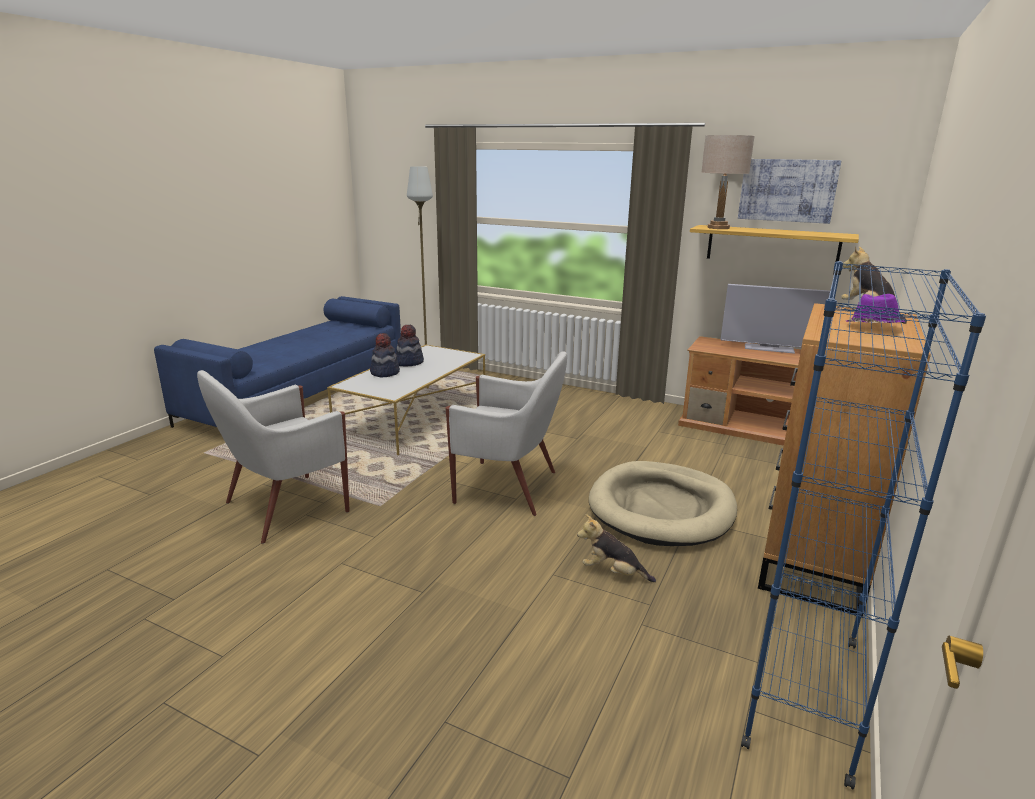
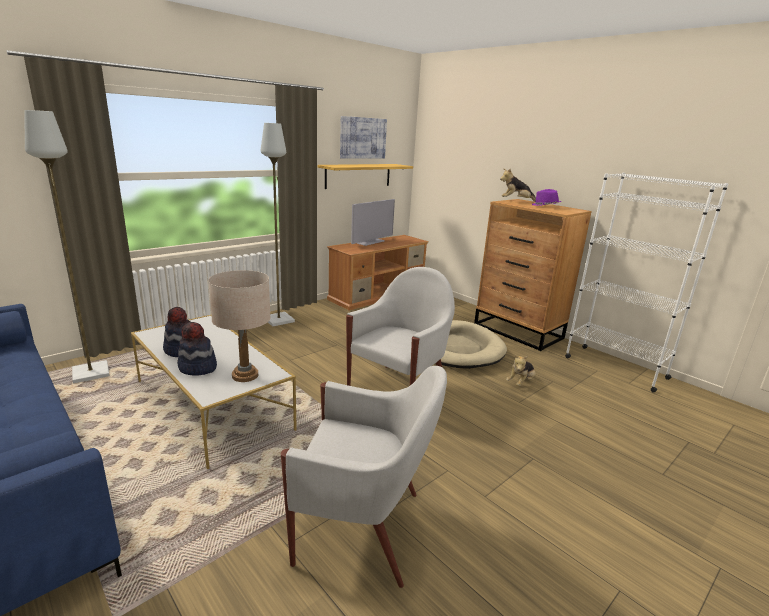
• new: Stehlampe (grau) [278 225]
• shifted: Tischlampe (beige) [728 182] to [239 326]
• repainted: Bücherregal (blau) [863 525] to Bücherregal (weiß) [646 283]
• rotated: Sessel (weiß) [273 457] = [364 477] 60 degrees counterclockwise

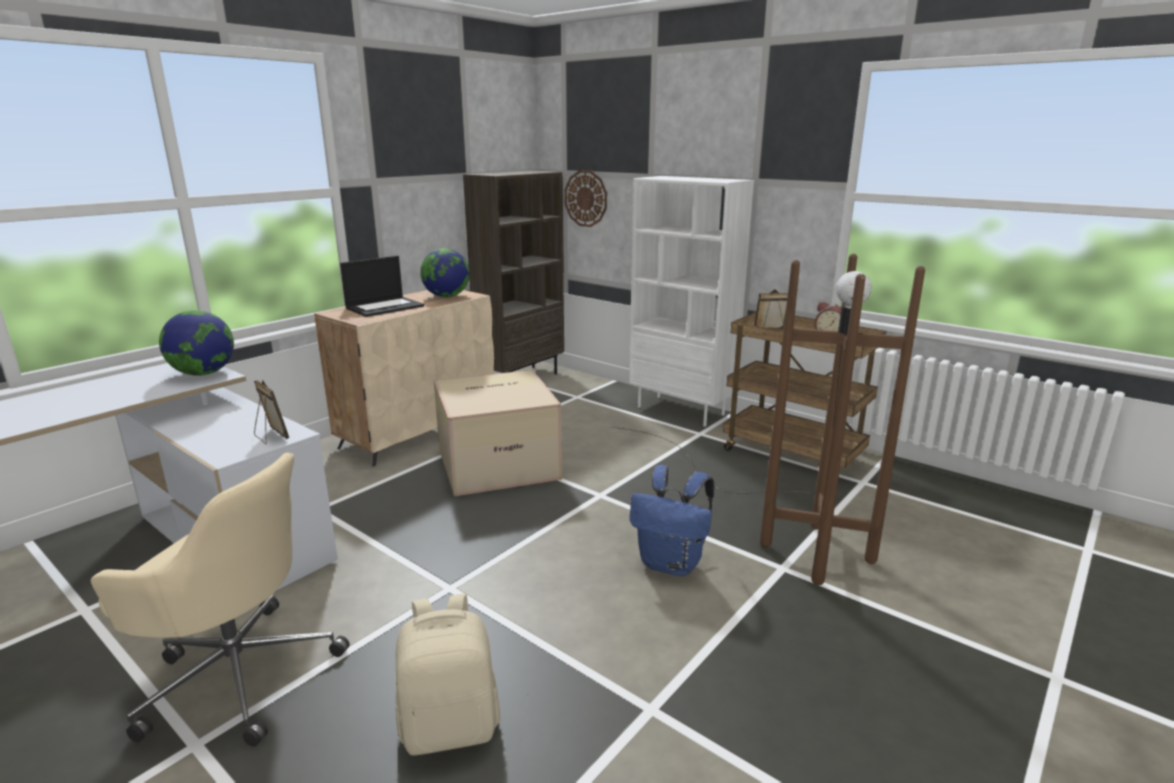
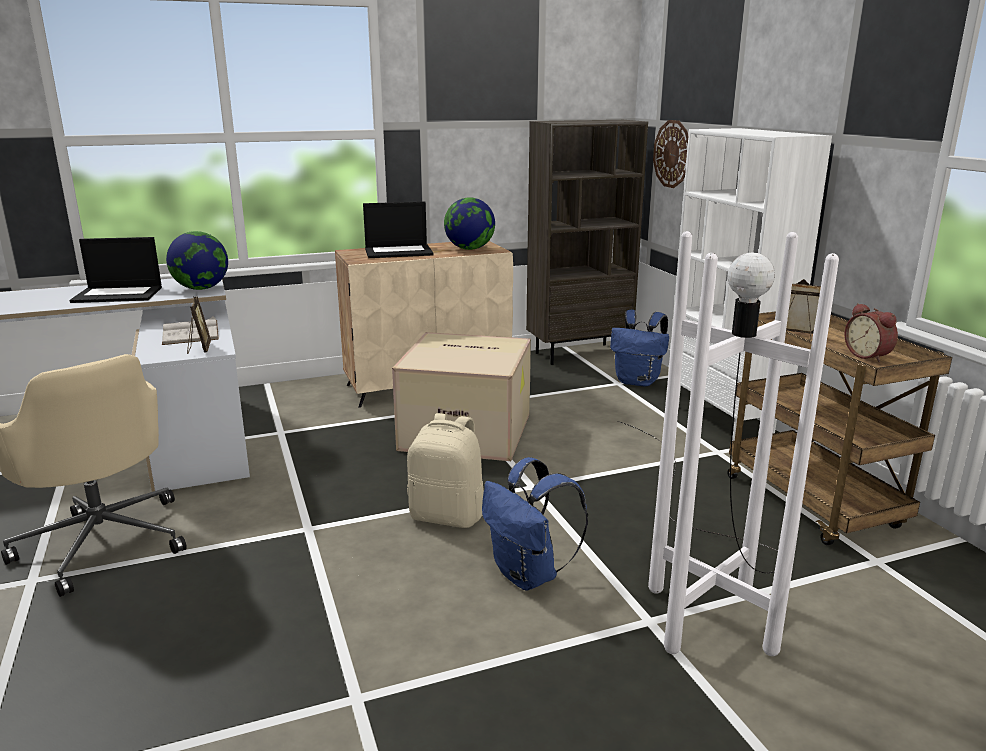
• new: Laptop [116 270]
• new: Buch (weiß) [190 330]
• new: Rucksack (blau) [639 348]
• shifted: Rucksack (beige) [448 674] to [445 470]
• repainted: Stehlampe (braun) [768 419] to Stehlampe (weiß) [728 443]

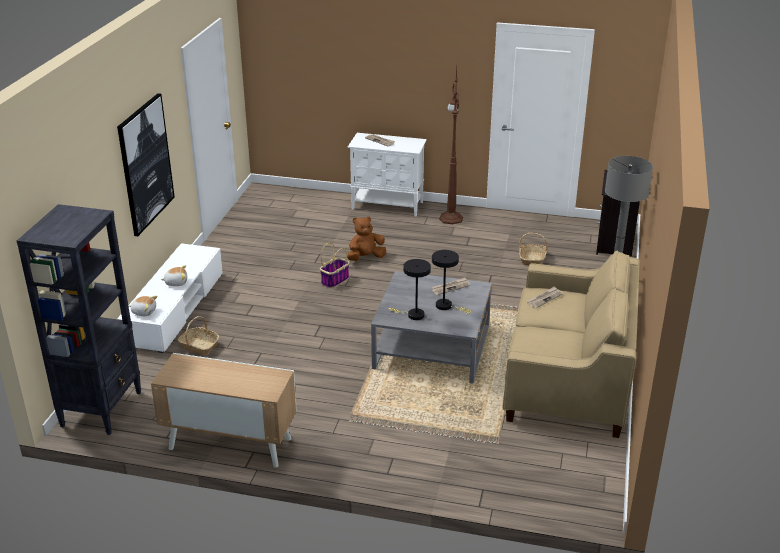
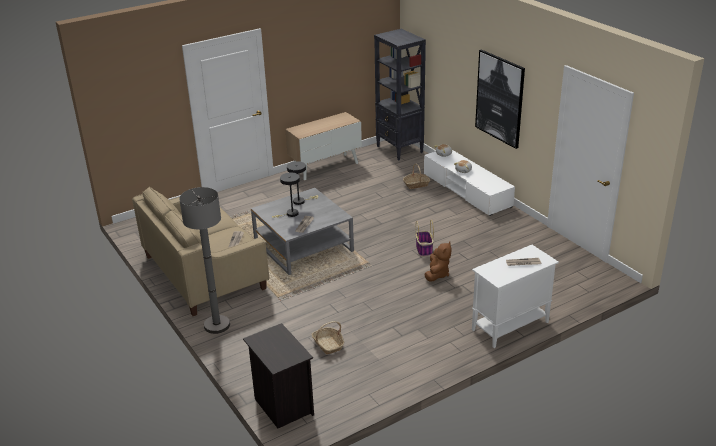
• gone: Stehlampe (braun) [451 146]

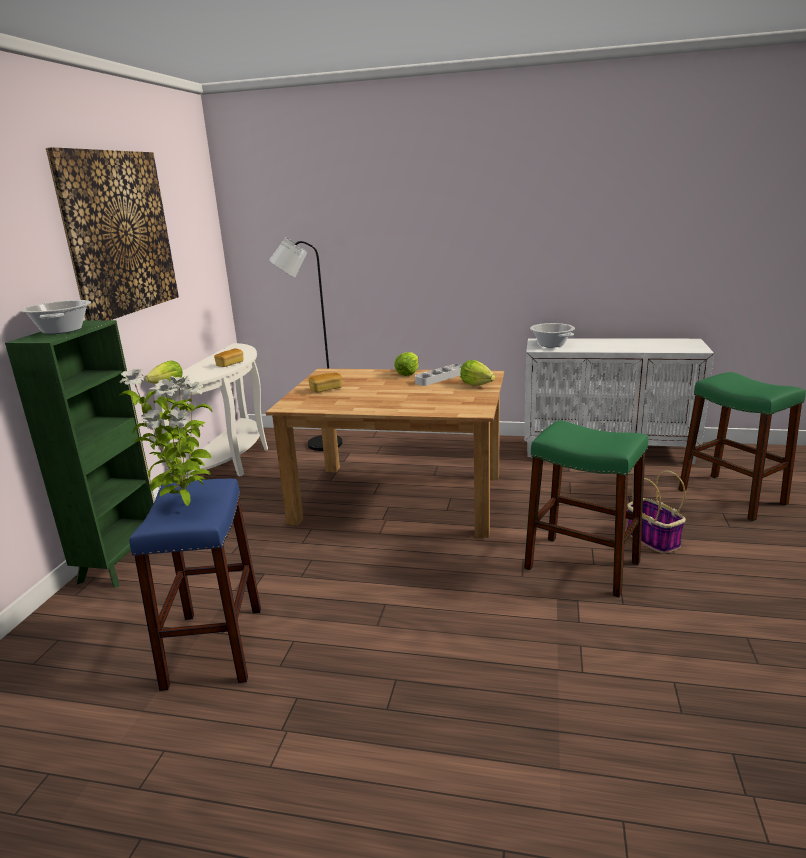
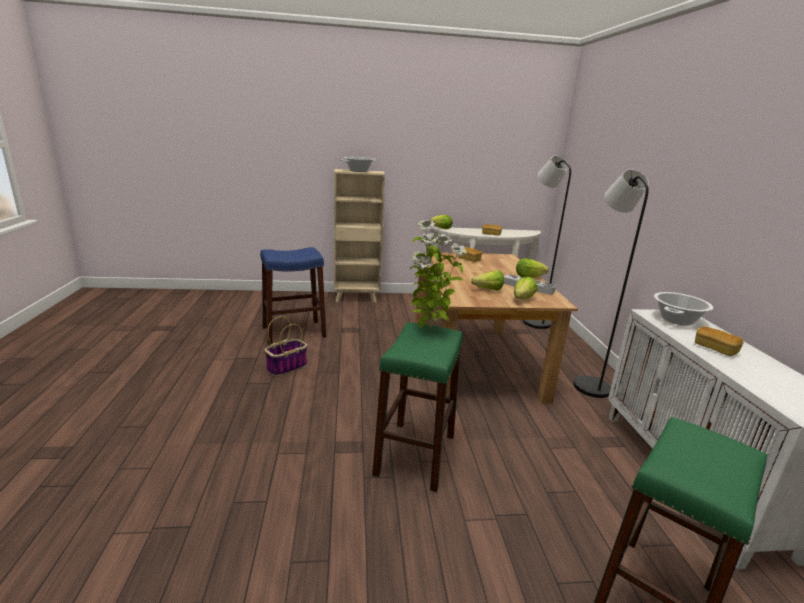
• gone: Bild [112 233]
• new: Salatkopf [487 280]
• new: Stehlampe (schwarz) [611 284]
• new: Brot [719 341]
• shifted: Topfpflanze [166 437] to [438 274]
• shifted: Korb [656 512] to [286 346]
• repainted: Bücherregal (grün) [80 454] to Bücherregal (beige) [359 236]

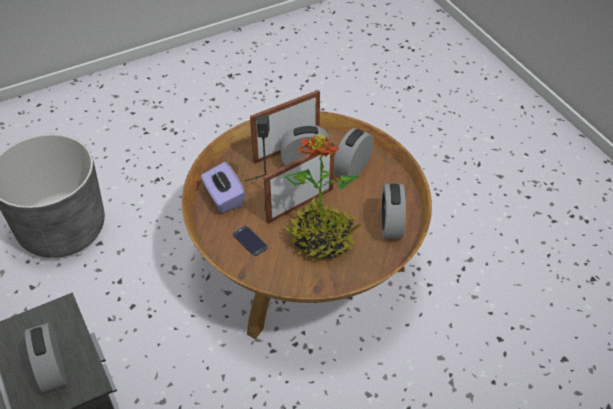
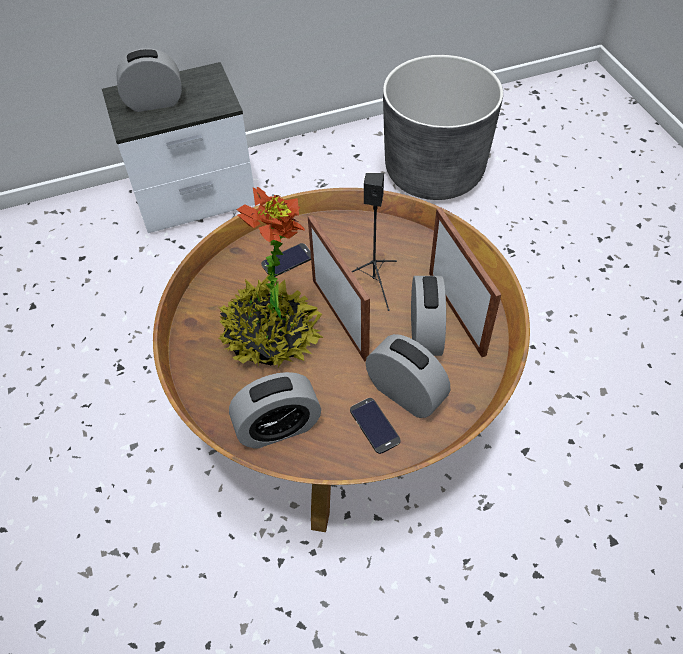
• gone: Taschentuchbox (lila) [223 187]
• new: Handy [375 426]
• rotated: Wecker [393 211] = [275 410] 150 degrees clockwise

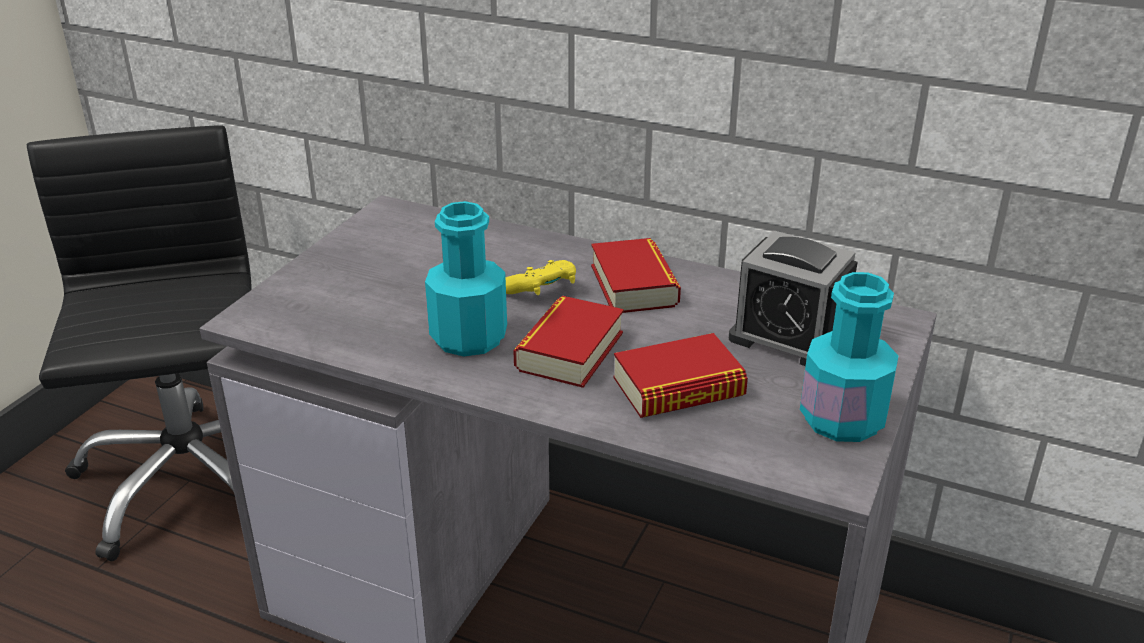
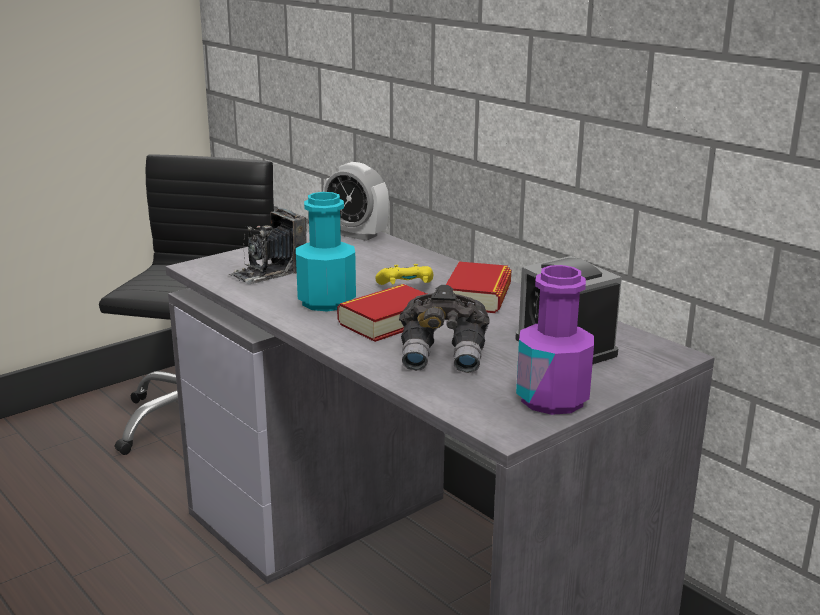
• new: Kamera [267 246]
• new: Wecker [356 201]
• swapped: Buch [680 375] to Fernglas (grau) [444 329]
• repainted: Flasche (türkis) [849 357] to Flasche (lila) [555 340]

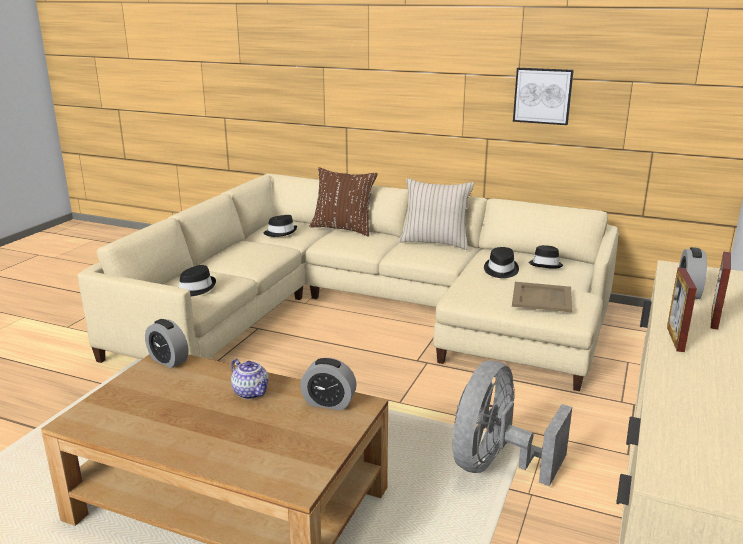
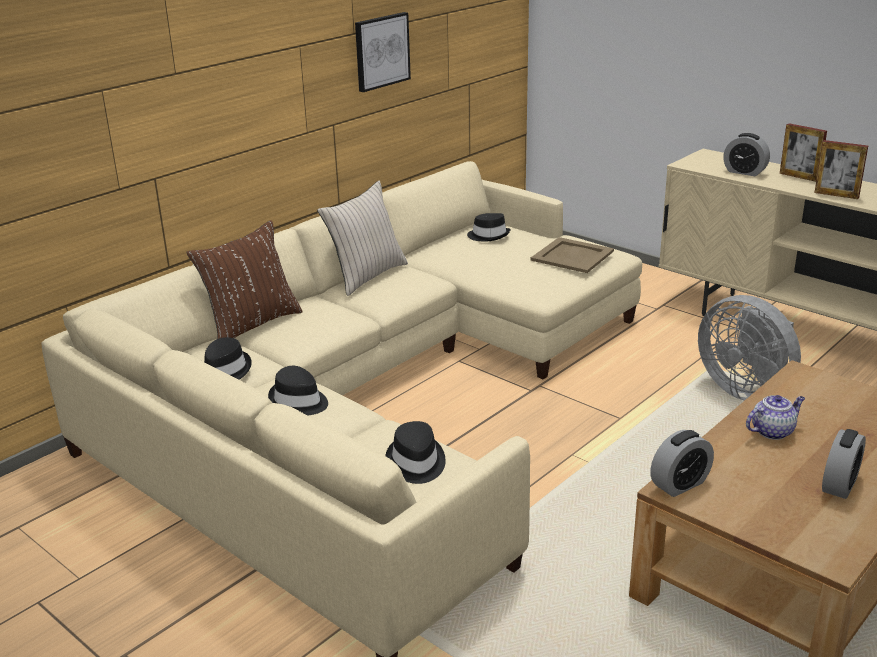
• shifted: Wecker [328 384] to [844 464]
• shifted: Hut (schwarz) [501 262] to [298 391]

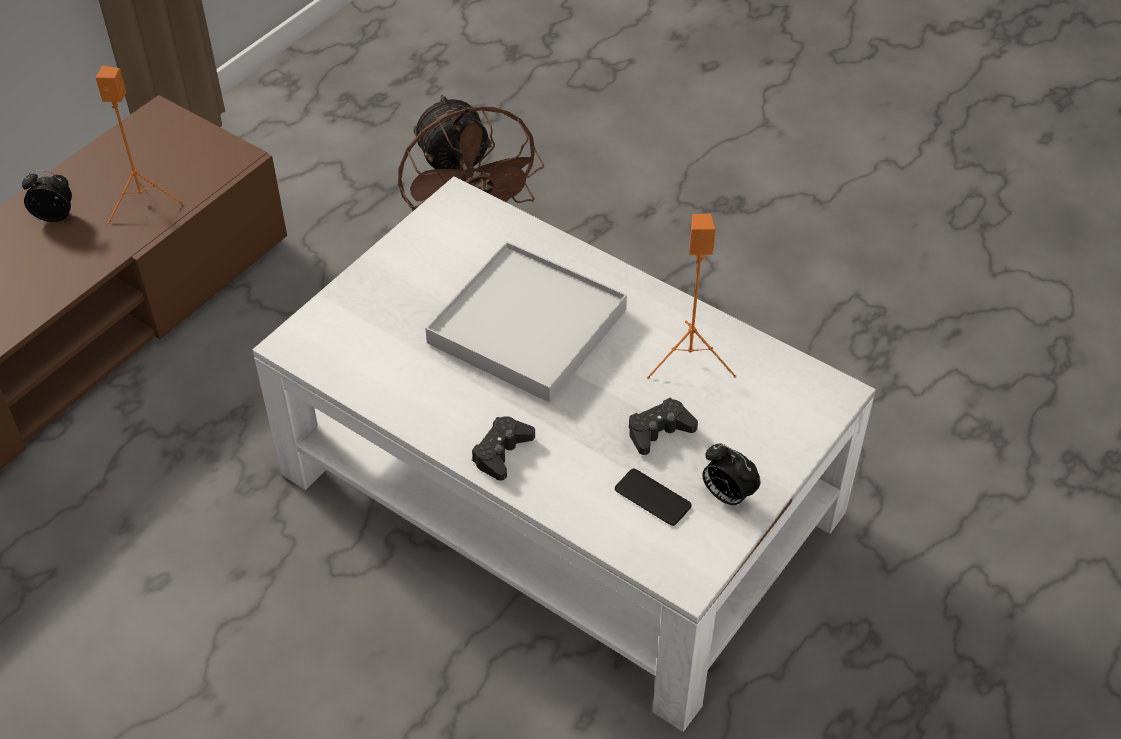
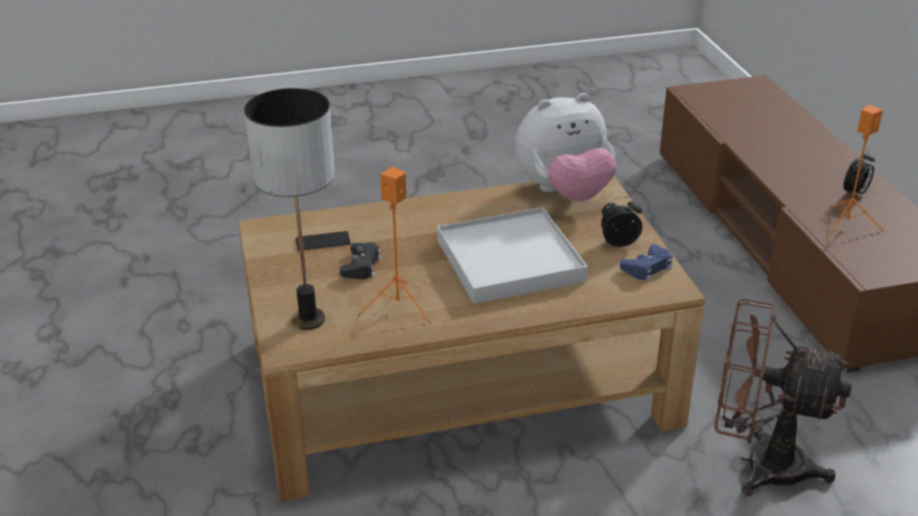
• gone: Gamepad (schwarz) [503 448]
• new: Tischlampe [289 209]
• new: Plüschtier [565 147]
• new: Gamepad (blau) [646 263]
• shifted: Wecker [731 475] to [621 222]
• repainted: Couchtisch (weiß) [564 454] to Couchtisch (braun) [471 339]

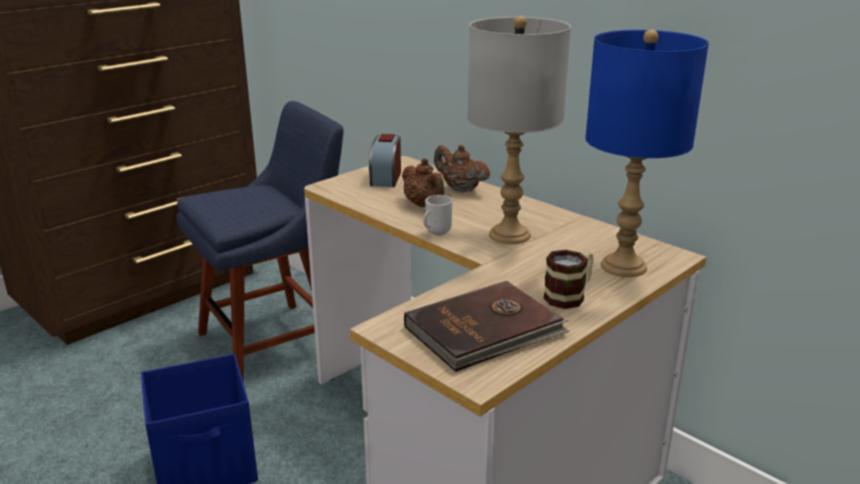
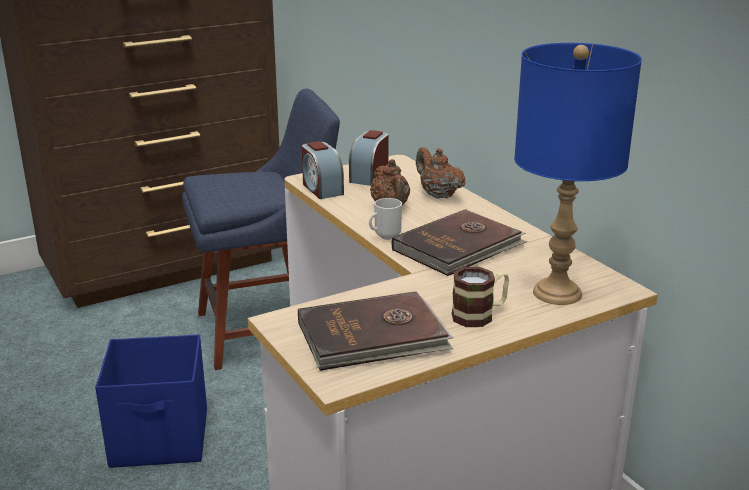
• new: Wecker [323 170]
• swapped: Tischlampe (grau) [519 129] to Buch (braun) [459 242]

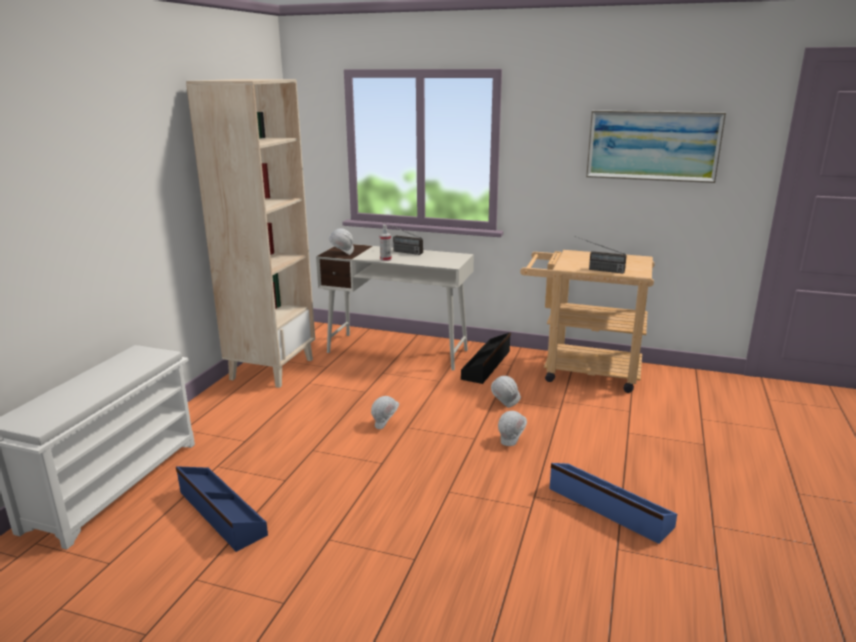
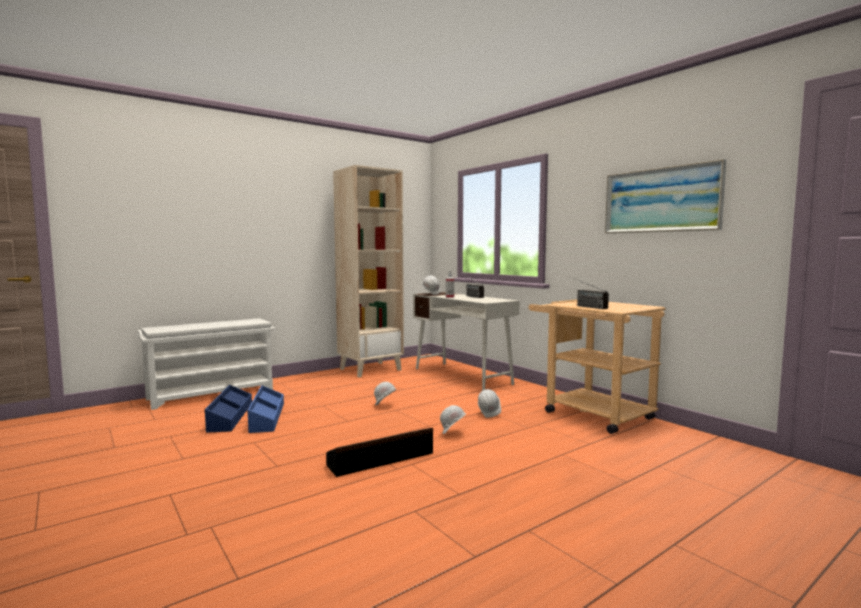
• shifted: Aufbewahrungsbox (schwarz) [486 358] to [379 452]
• shifted: Aufbewahrungsbox (blau) [613 503] to [265 409]

